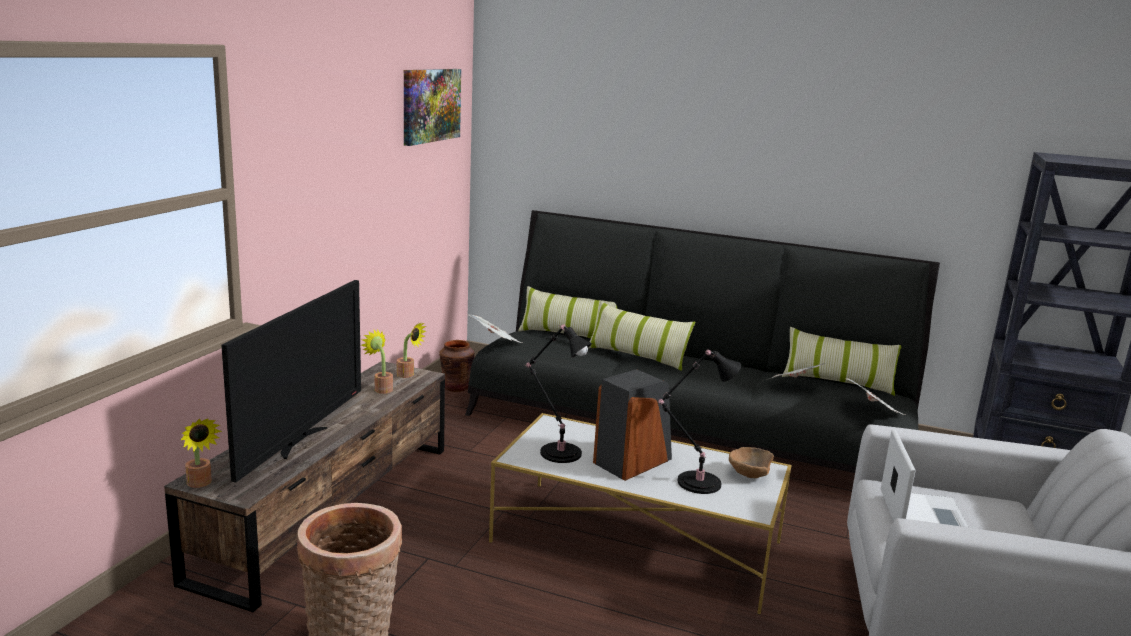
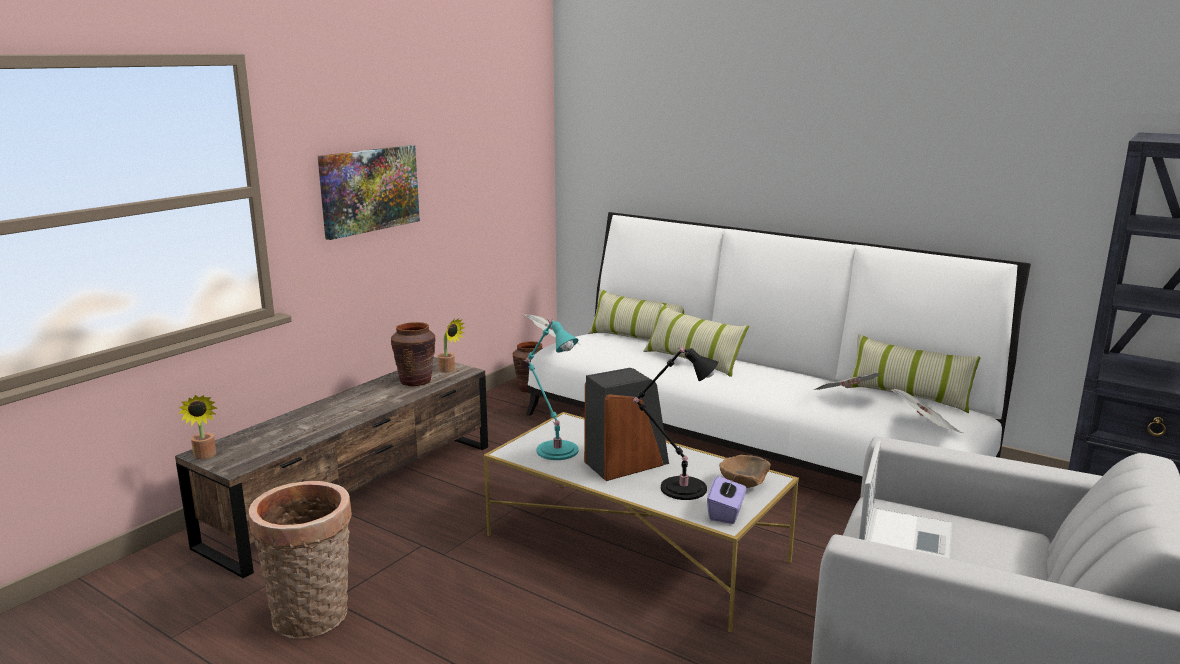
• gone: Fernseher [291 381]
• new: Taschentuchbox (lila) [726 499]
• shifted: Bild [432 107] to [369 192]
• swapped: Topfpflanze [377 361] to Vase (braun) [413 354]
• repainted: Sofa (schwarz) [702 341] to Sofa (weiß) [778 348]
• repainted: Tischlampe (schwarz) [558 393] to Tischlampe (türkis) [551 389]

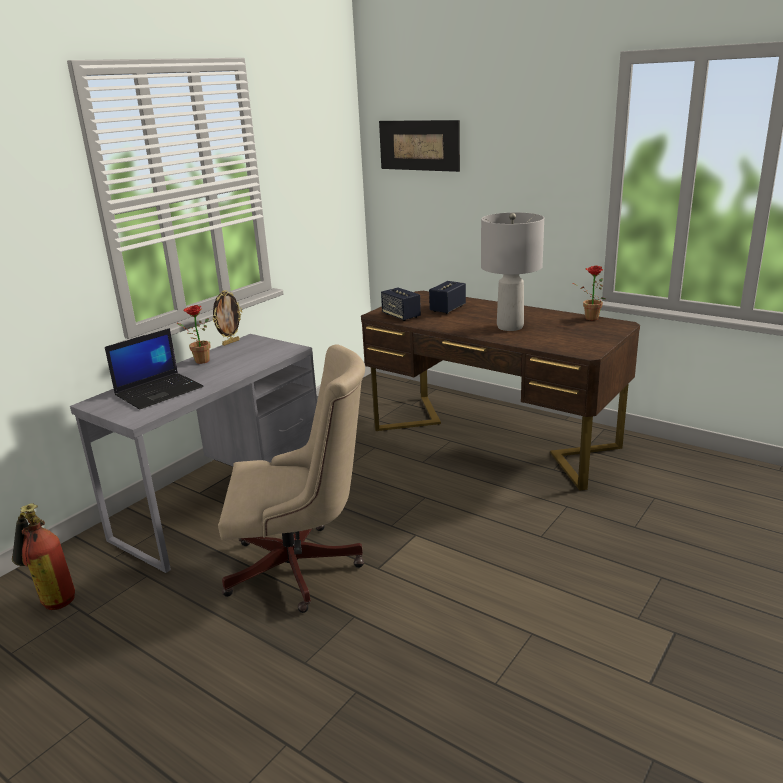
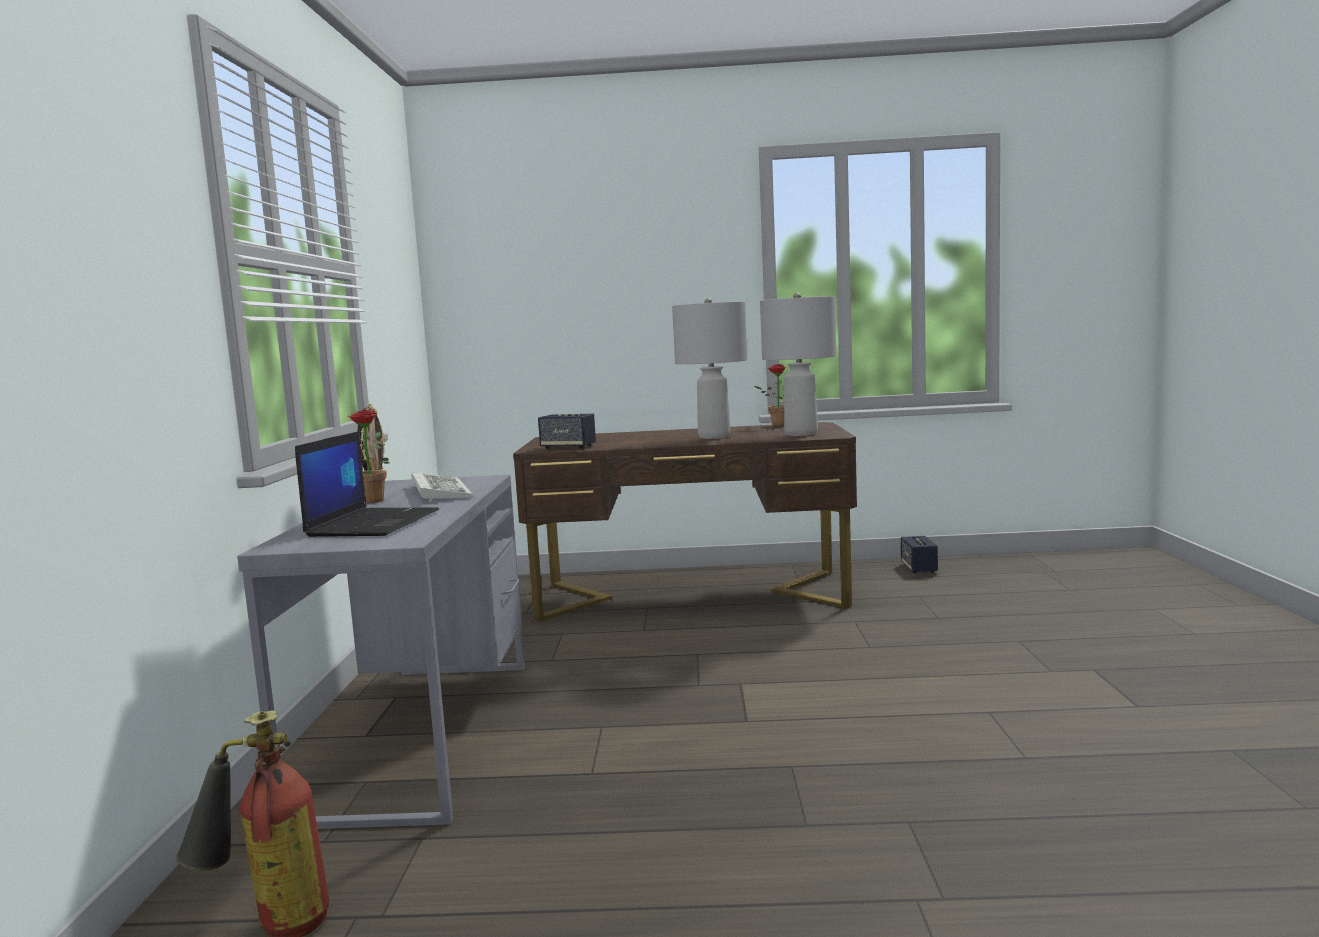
• gone: Bürostuhl (beige) [291 479]
• gone: Bild [419 146]
• new: Tastatur [442 487]
• new: Tischlampe (grau) [798 364]
• shifted: Lautsprecher [447 297] to [919 554]

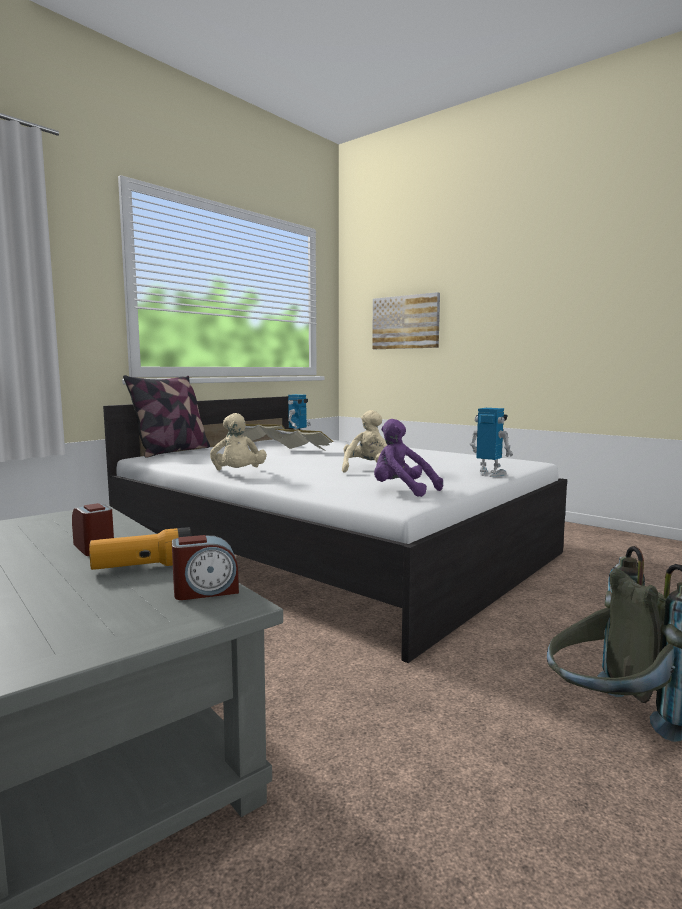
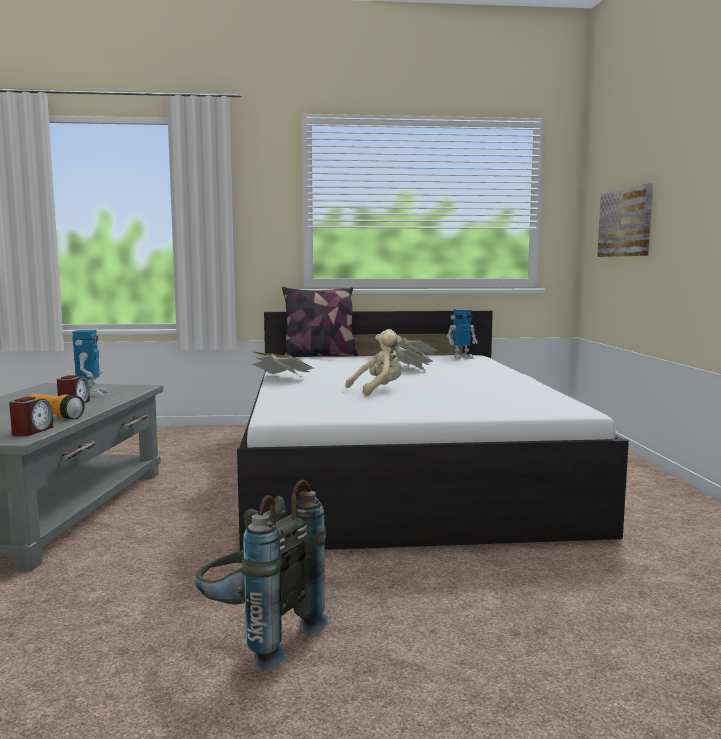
• gone: Plüschtier (lila) [408 458]
• shifted: Spielzeugroboter [491 442] to [90 363]
• swapped: Plüschtier (beige) [238 442] to Buch [283 365]
• rotated: Wecker [205 567] = [31 416] 105 degrees counterclockwise

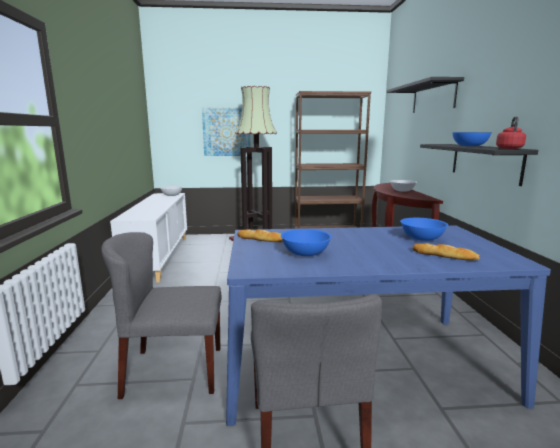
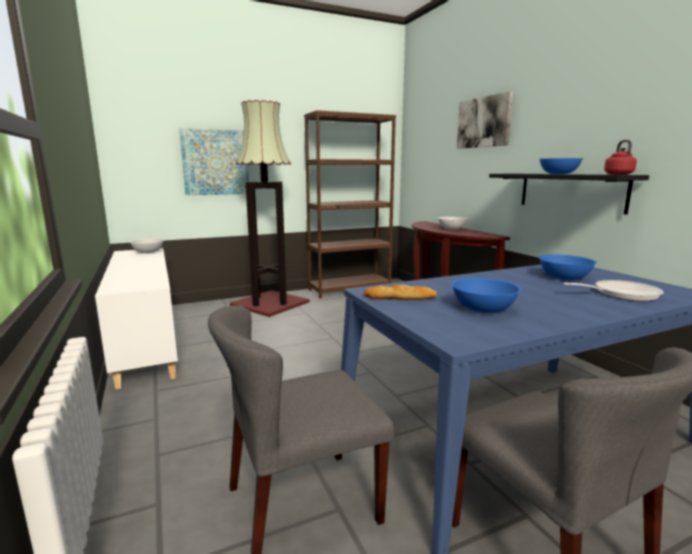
• swapped: Wandregal (schwarz) [425 95] to Bild [485 120]
• swapped: Brot [446 251] to Pfanne [613 290]

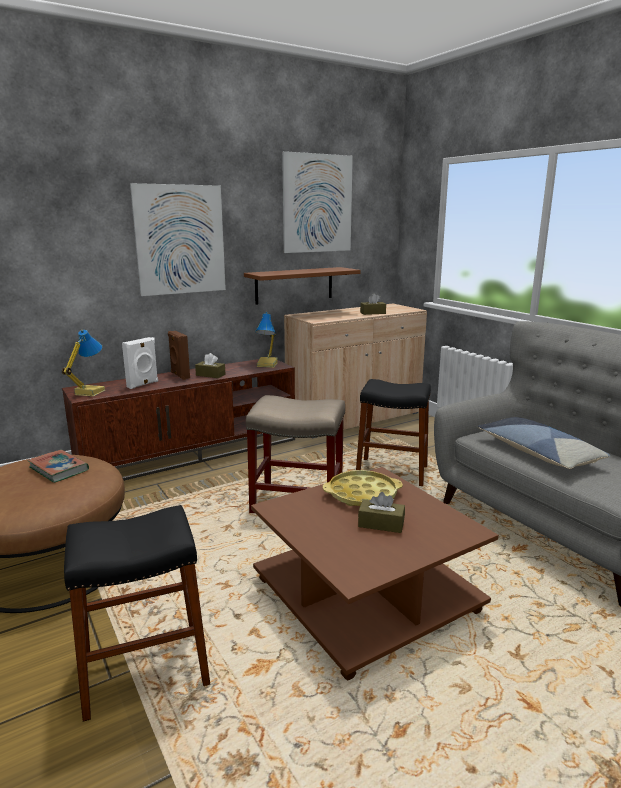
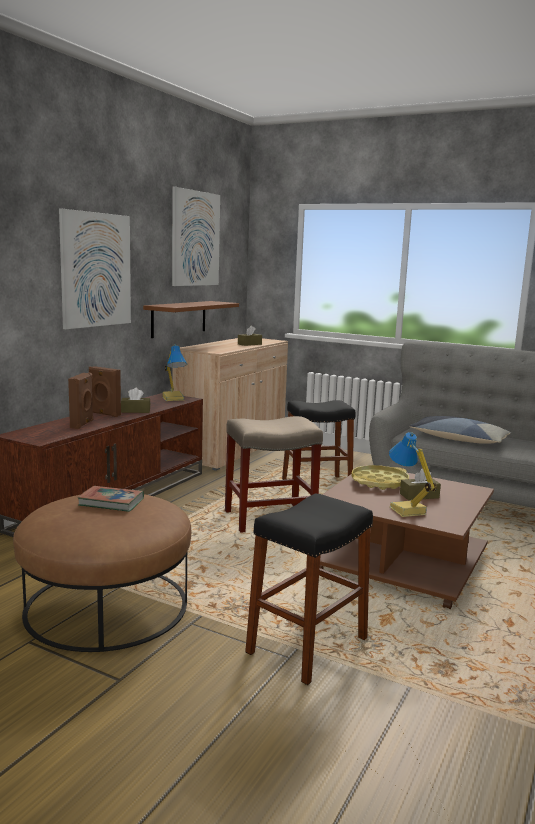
• shifted: Tischlampe [83 363] to [413 474]
• repainted: Lautsprecher (weiß) [140 363] to Lautsprecher (braun) [80 401]

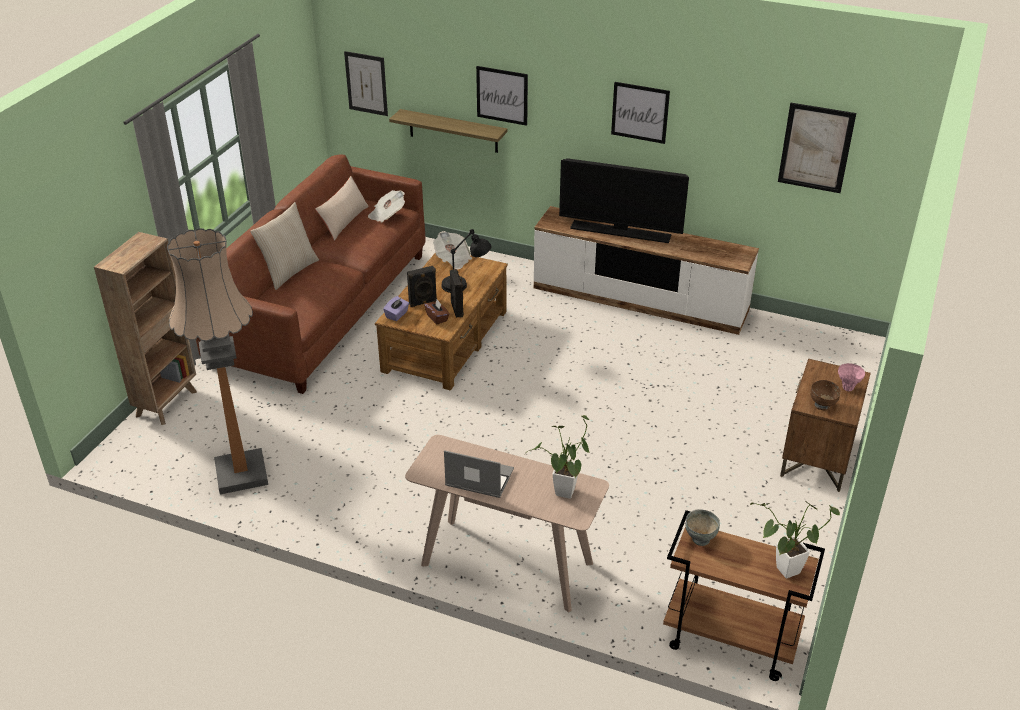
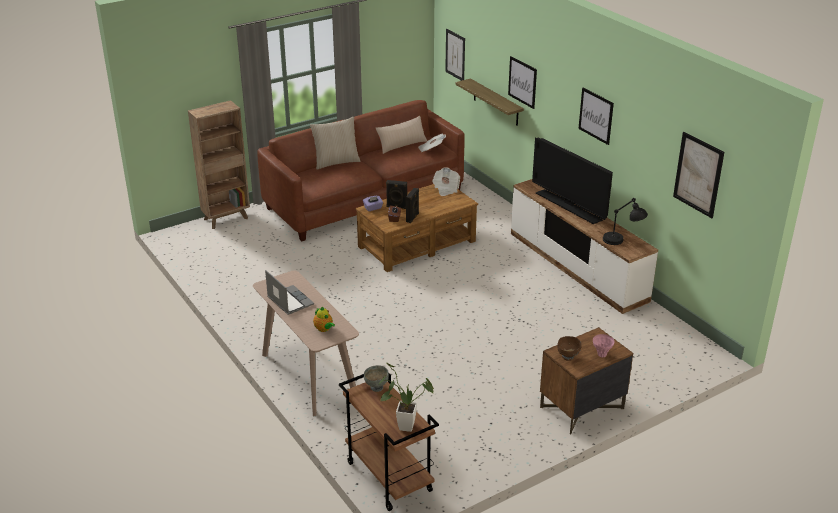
• gone: Stehlampe [217 361]
• shifted: Tischlampe (schwarz) [466 261] to [625 221]
• swapped: Topfpflanze [557 457] to Teekanne [324 319]

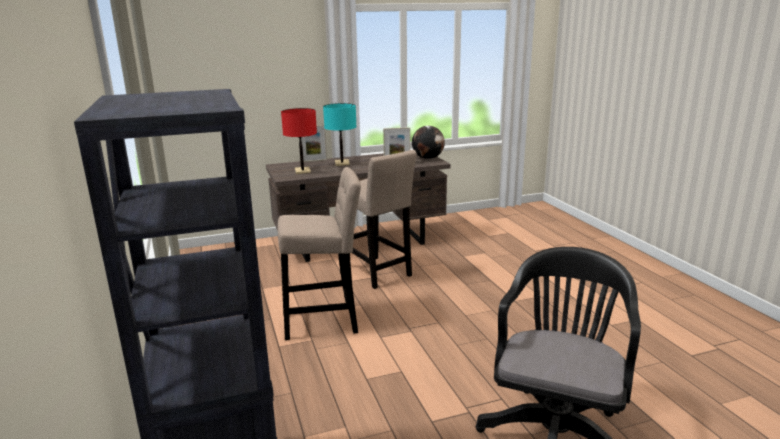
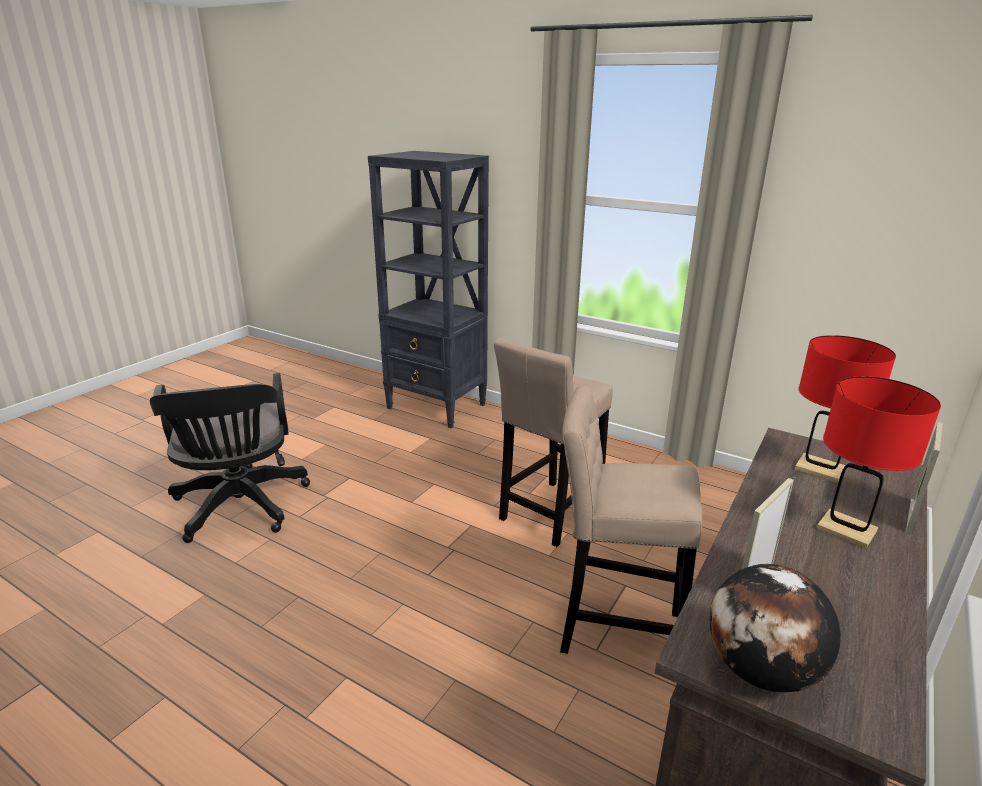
• repainted: Tischlampe (türkis) [340 134] to Tischlampe (rot) [878 462]

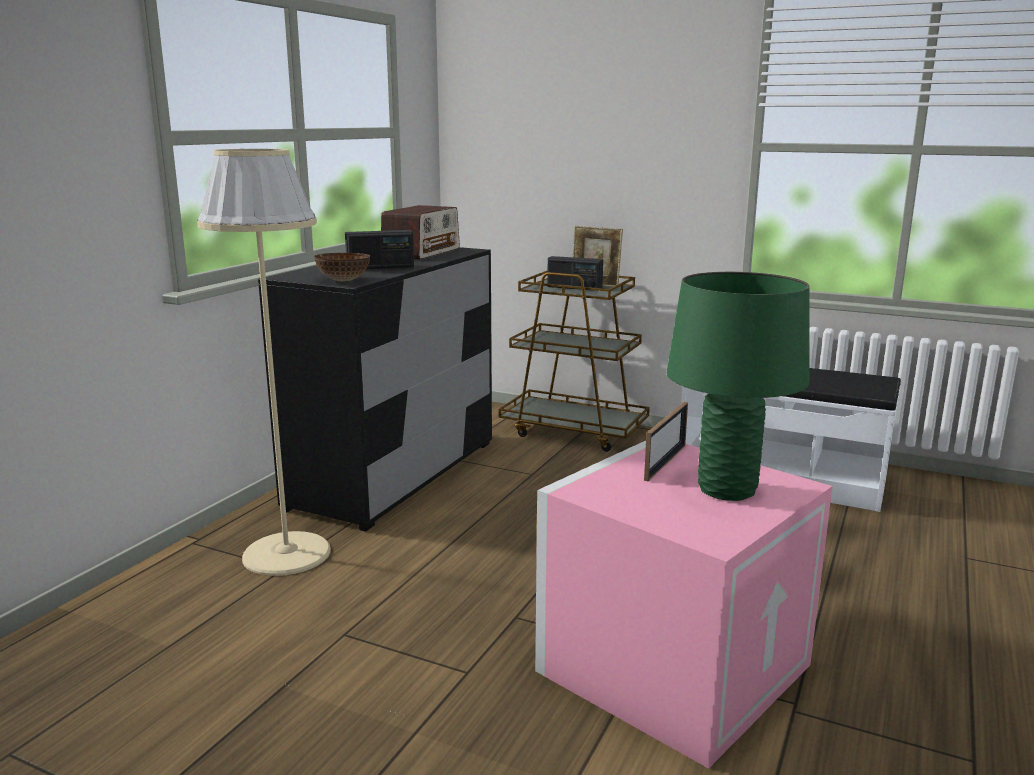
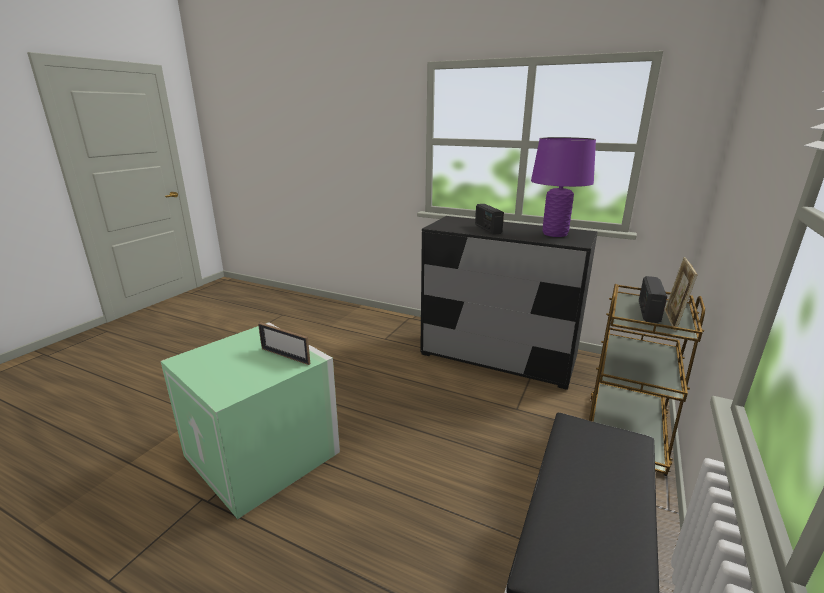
• gone: Stehlampe (beige) [264 362]
• gone: Schüssel [342 267]
• gone: Tischlampe (grün) [738 386]
• swapped: Radio [420 232] to Tischlampe (lila) [563 187]
• repainted: Aufbewahrungsbox (rosa) [684 605] to Aufbewahrungsbox (grün) [250 421]

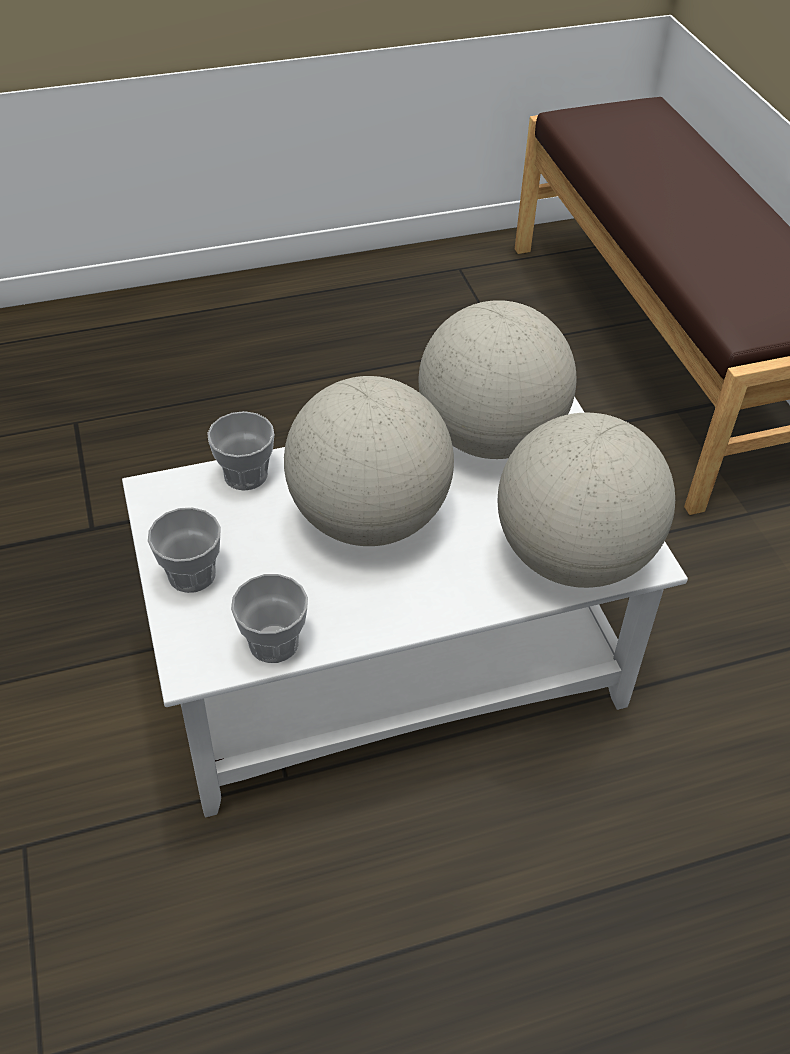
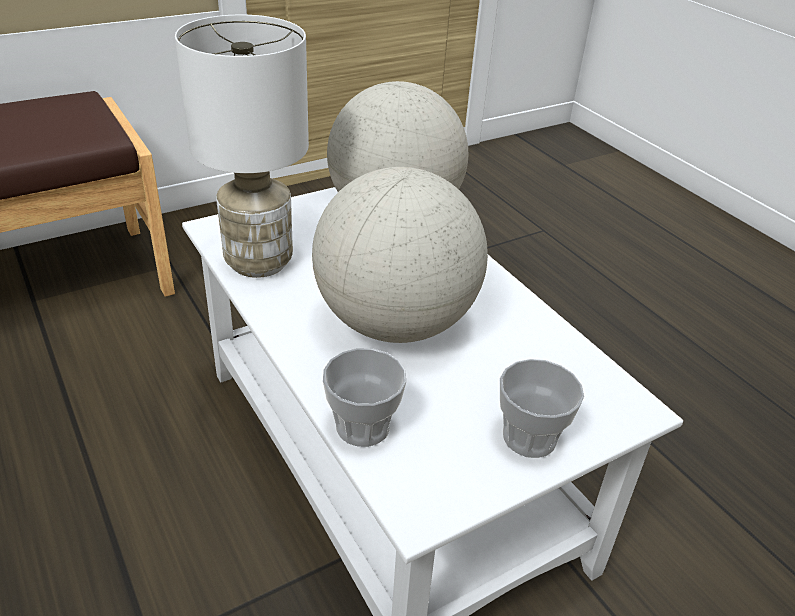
• gone: Tasse [269 618]
• swapped: Globus [497 379] to Tischlampe (weiß) [242 146]

